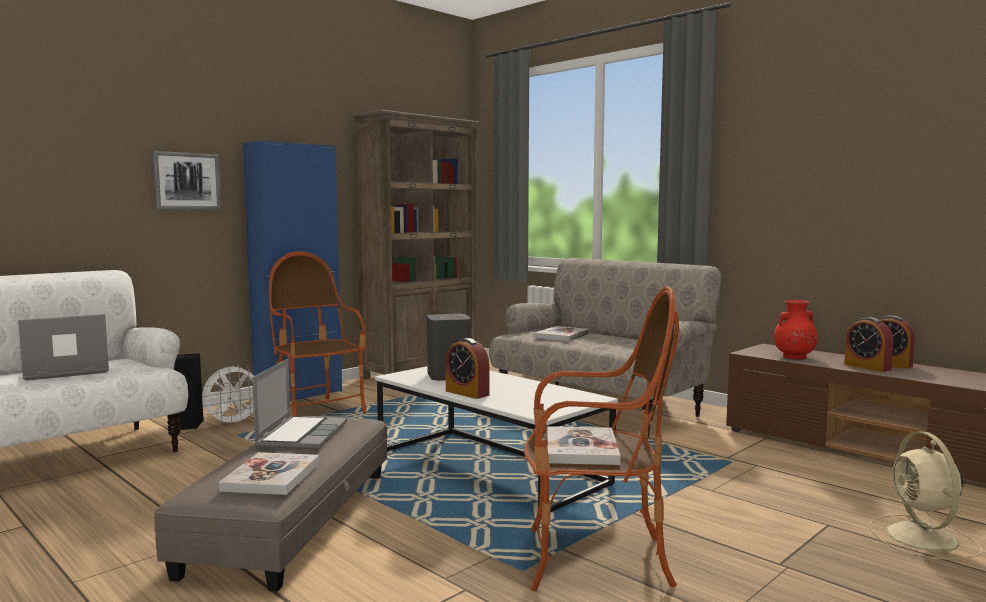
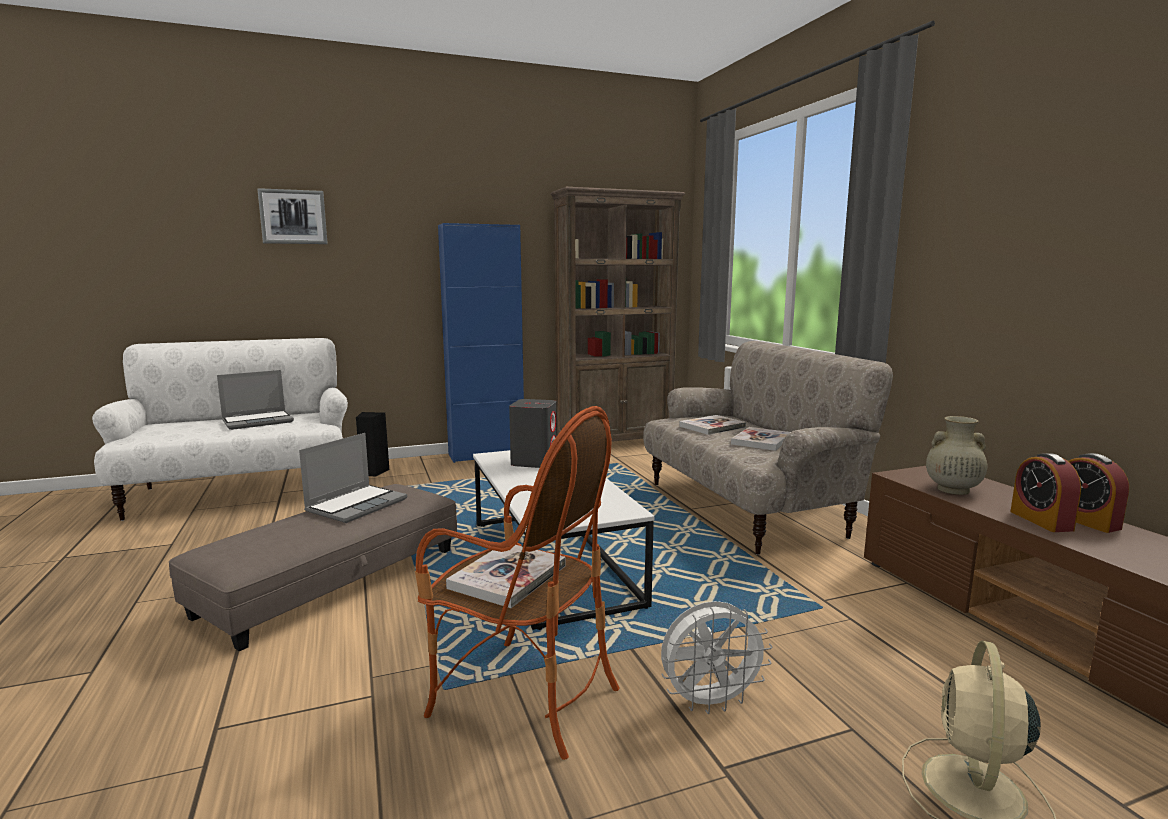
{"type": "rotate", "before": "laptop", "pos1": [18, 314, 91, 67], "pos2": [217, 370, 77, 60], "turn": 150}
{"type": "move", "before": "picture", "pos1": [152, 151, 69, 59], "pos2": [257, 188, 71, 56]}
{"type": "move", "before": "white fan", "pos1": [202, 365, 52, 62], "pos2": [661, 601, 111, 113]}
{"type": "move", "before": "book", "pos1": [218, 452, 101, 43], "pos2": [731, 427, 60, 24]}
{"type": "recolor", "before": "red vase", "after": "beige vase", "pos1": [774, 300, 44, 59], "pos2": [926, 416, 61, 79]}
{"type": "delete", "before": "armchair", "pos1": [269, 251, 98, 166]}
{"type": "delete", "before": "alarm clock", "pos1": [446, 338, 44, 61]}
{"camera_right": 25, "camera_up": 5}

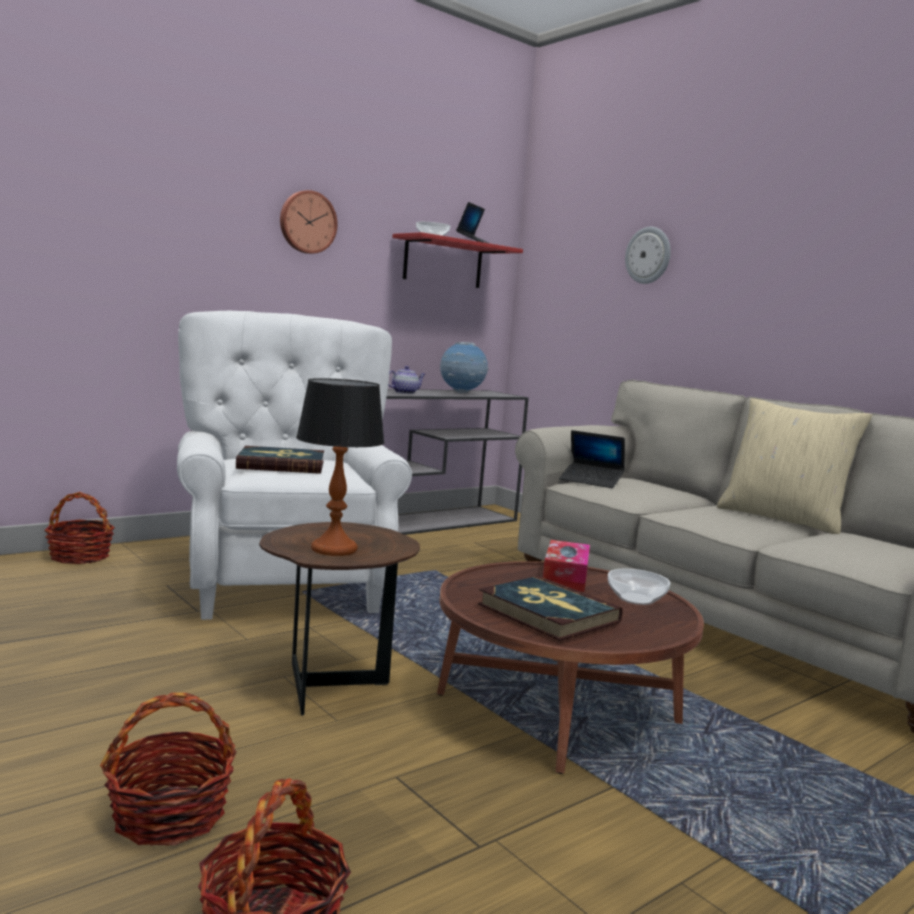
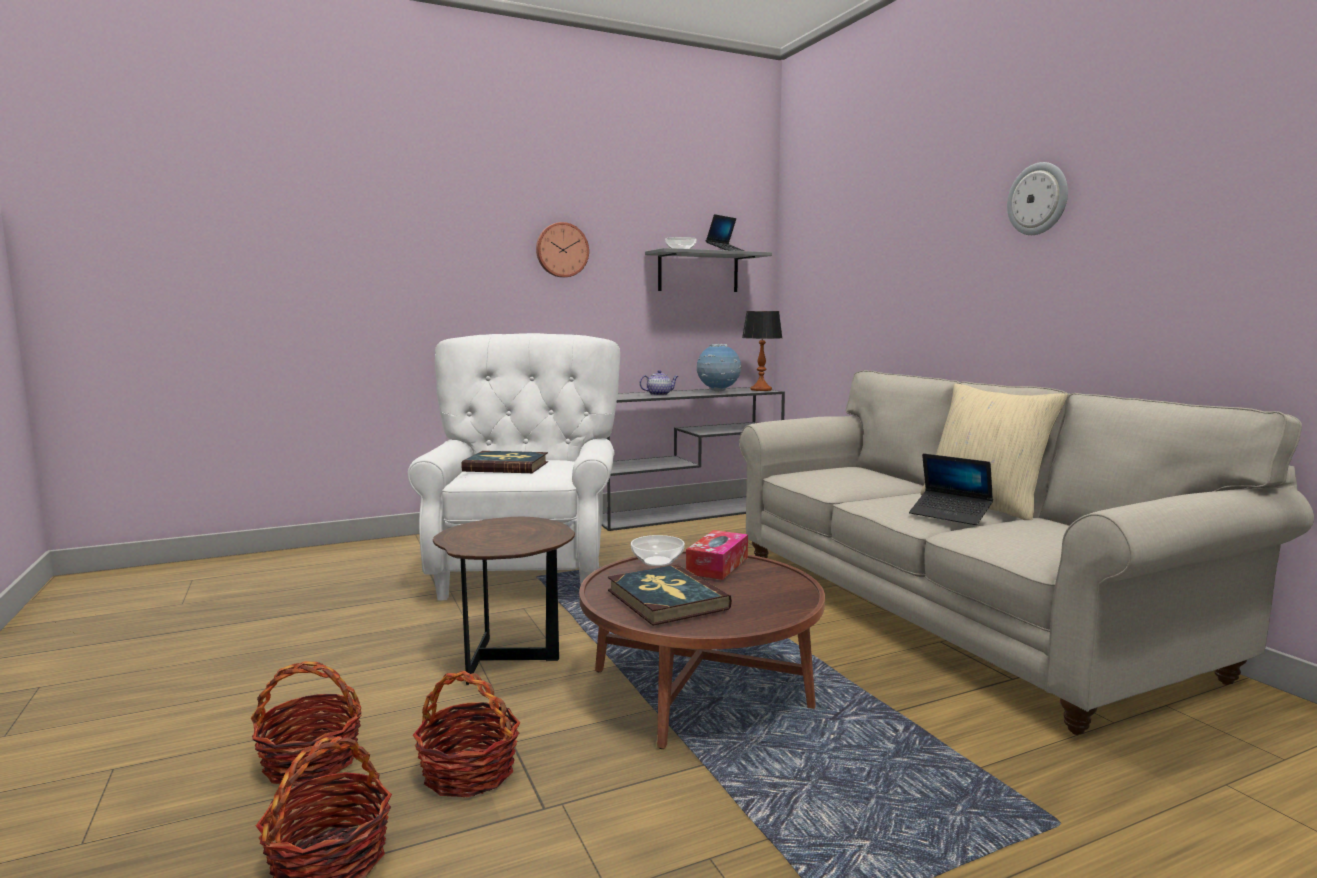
{"type": "move", "before": "basket", "pos1": [45, 492, 70, 72], "pos2": [413, 670, 108, 127]}
{"type": "move", "before": "bowl", "pos1": [608, 569, 62, 36], "pos2": [631, 535, 54, 31]}
{"type": "recolor", "before": "red shelf", "after": "grey shelf", "pos1": [392, 232, 131, 56], "pos2": [645, 248, 127, 44]}
{"type": "move", "before": "table lamp", "pos1": [296, 378, 89, 178], "pos2": [742, 311, 40, 80]}
{"type": "move", "before": "laptop", "pos1": [559, 430, 66, 58], "pos2": [909, 453, 84, 72]}
{"type": "move", "before": "wall clock", "pos1": [625, 227, 46, 57], "pos2": [1007, 162, 61, 73]}
{"camera_right": 15, "camera_up": 0}

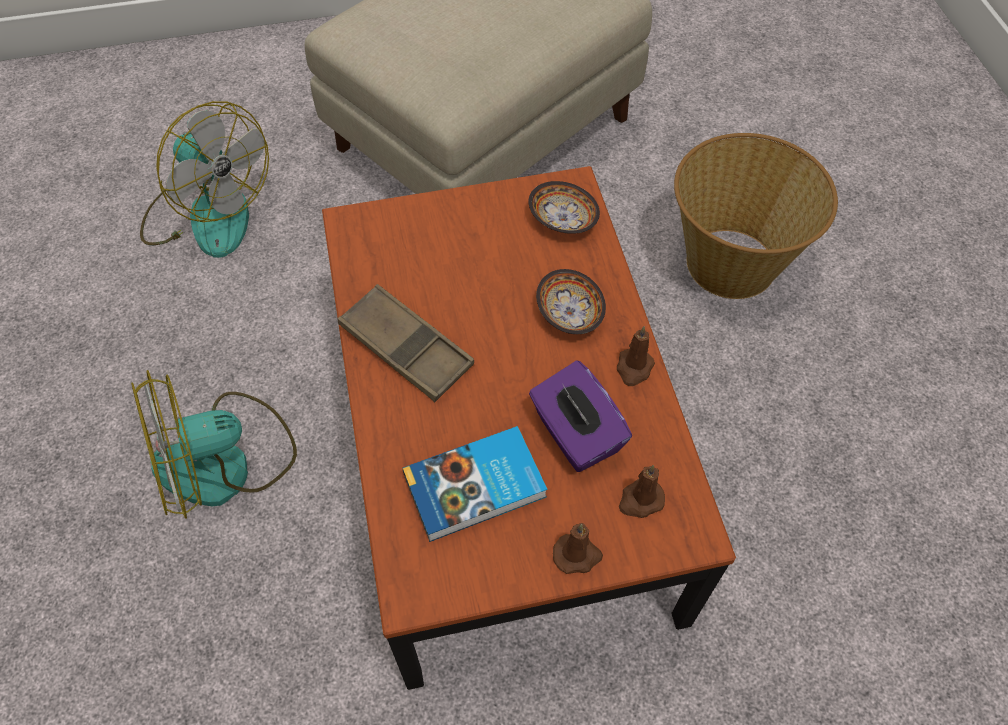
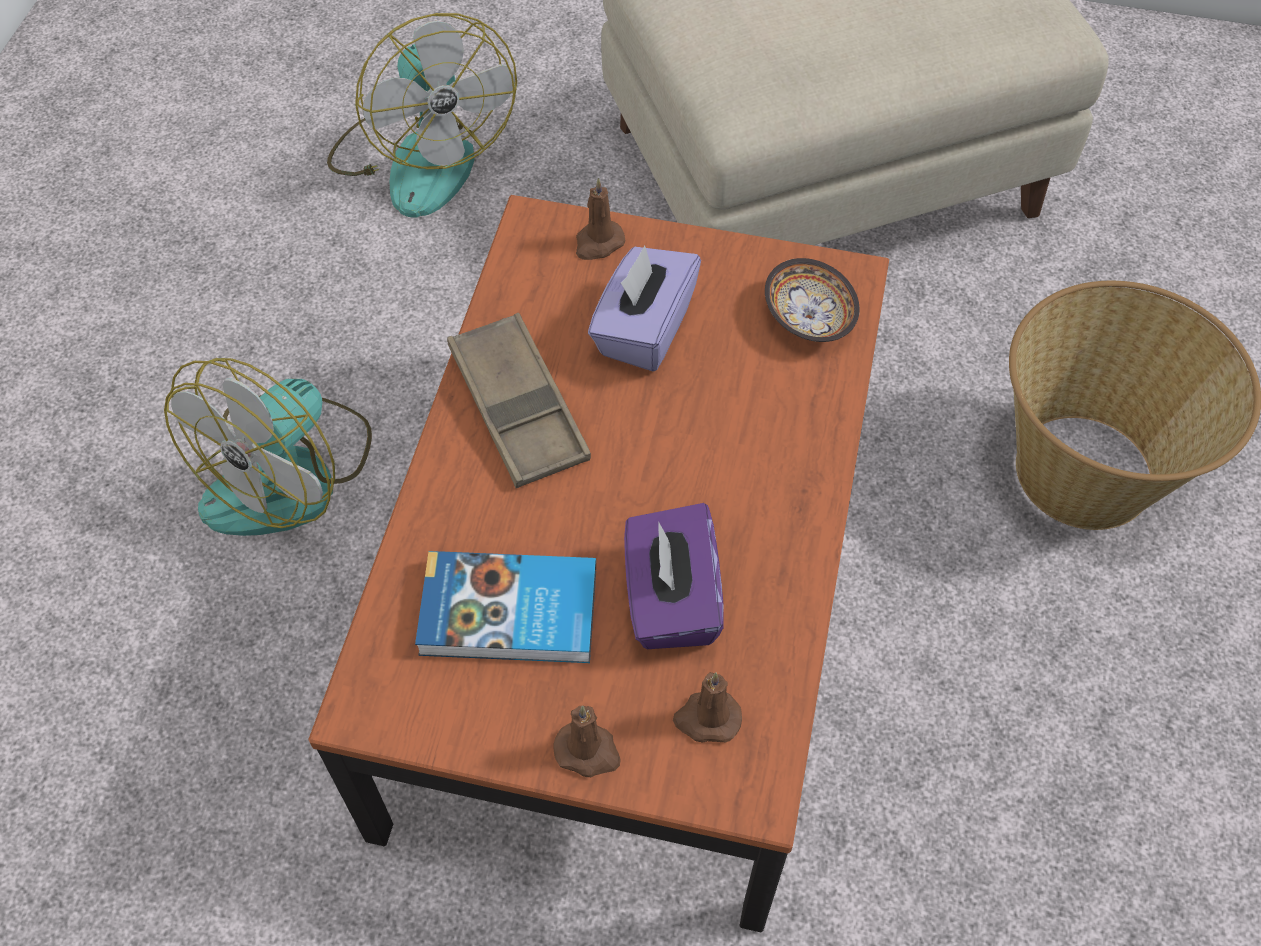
{"type": "rotate", "before": "fan", "pos1": [131, 370, 166, 149], "pos2": [164, 358, 208, 178], "turn": -60}
{"type": "move", "before": "brown candle", "pos1": [617, 326, 38, 60], "pos2": [576, 178, 49, 82]}
{"type": "insert", "after": "purple tissue box", "pos2": [588, 245, 113, 126]}
{"type": "delete", "before": "bowl", "pos1": [536, 269, 70, 65]}
{"camera_right": 25, "camera_up": 0}

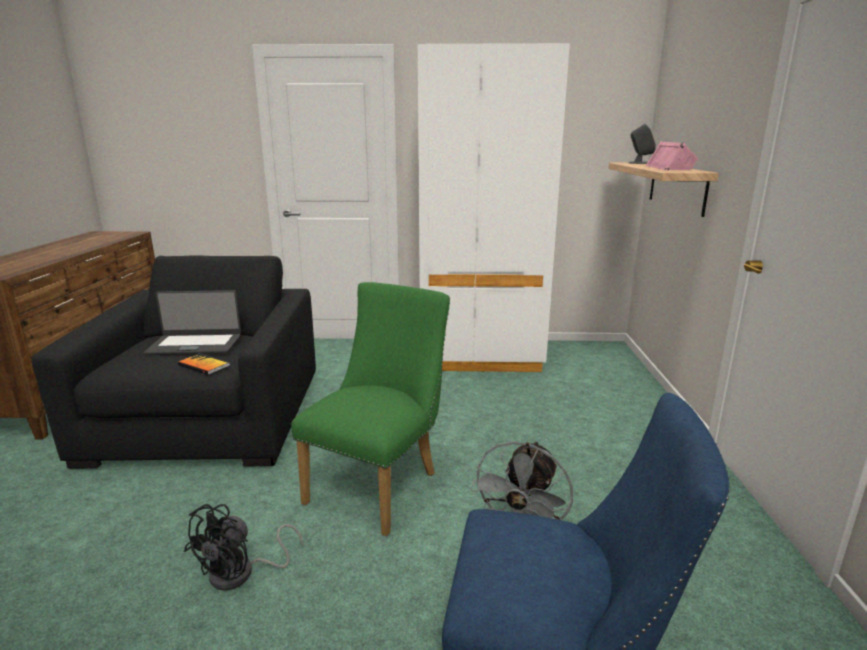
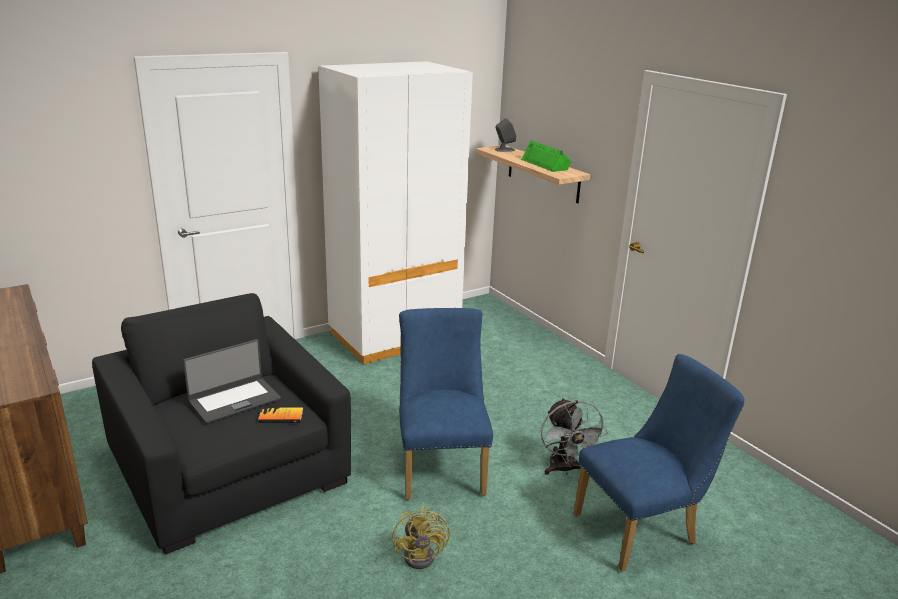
{"type": "recolor", "before": "black fan", "after": "yellow fan", "pos1": [184, 504, 119, 87], "pos2": [392, 506, 58, 63]}
{"type": "recolor", "before": "green chair", "after": "blue chair", "pos1": [291, 282, 159, 254], "pos2": [399, 308, 94, 191]}
{"type": "recolor", "before": "pink speaker", "after": "green speaker", "pos1": [645, 141, 53, 29], "pos2": [521, 140, 51, 32]}
{"camera_right": -35, "camera_up": 5}

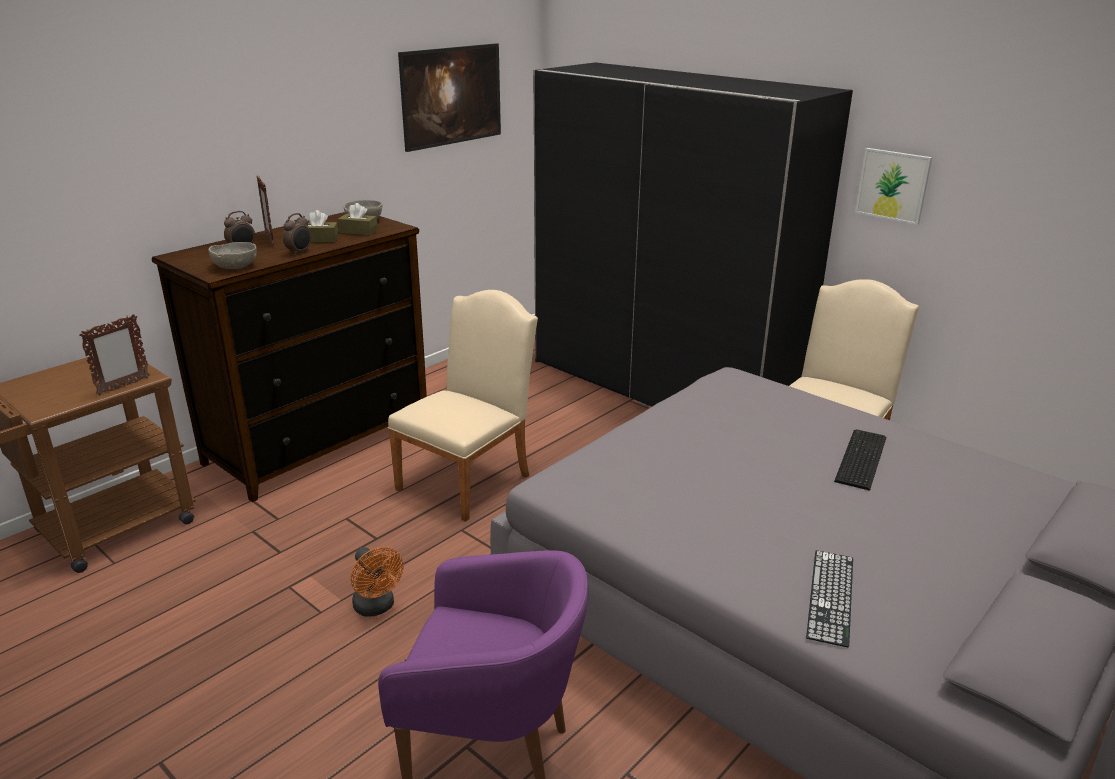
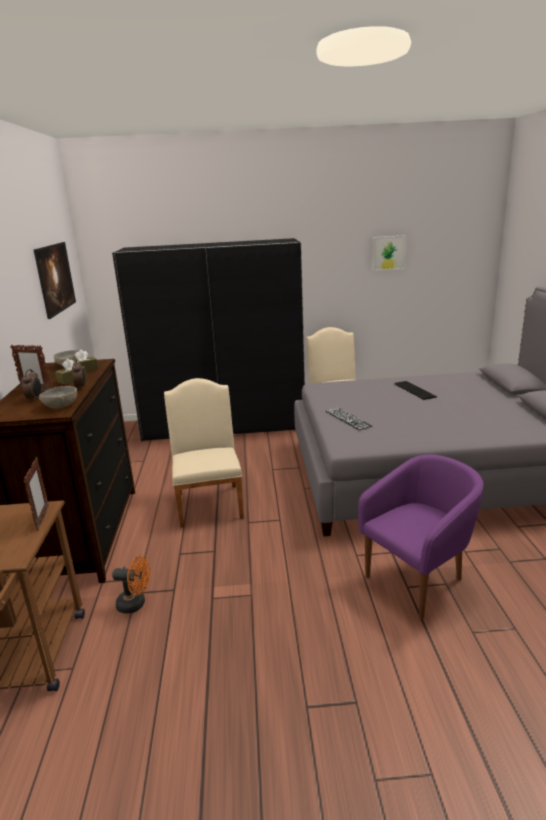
{"type": "move", "before": "orange fan", "pos1": [351, 547, 53, 69], "pos2": [112, 556, 38, 57]}
{"type": "move", "before": "keyboard", "pos1": [806, 550, 47, 97], "pos2": [326, 408, 46, 22]}
{"type": "move", "before": "picture", "pos1": [855, 148, 77, 77], "pos2": [372, 235, 34, 36]}
{"camera_right": -45, "camera_up": -5}

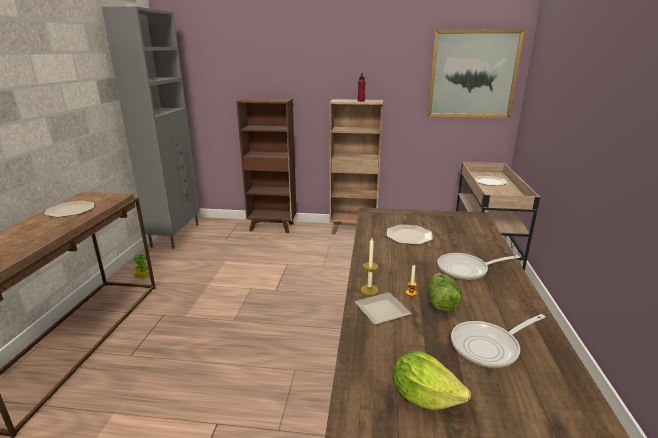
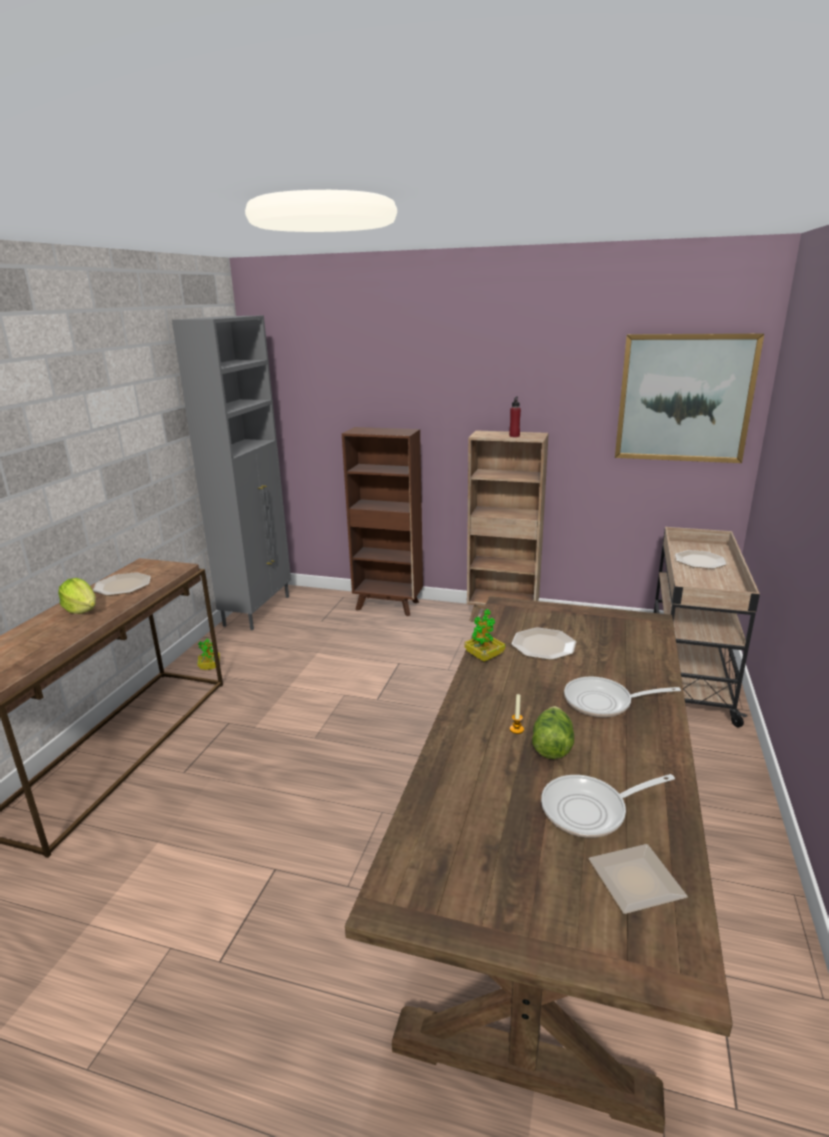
{"type": "move", "before": "lettuce", "pos1": [393, 351, 78, 59], "pos2": [58, 578, 38, 36]}
{"type": "insert", "after": "potted plant", "pos2": [465, 609, 40, 53]}
{"type": "move", "before": "plate", "pos1": [354, 292, 58, 33], "pos2": [589, 844, 99, 70]}
{"type": "delete", "before": "candle", "pos1": [361, 238, 18, 57]}
{"camera_right": 10, "camera_up": 0}

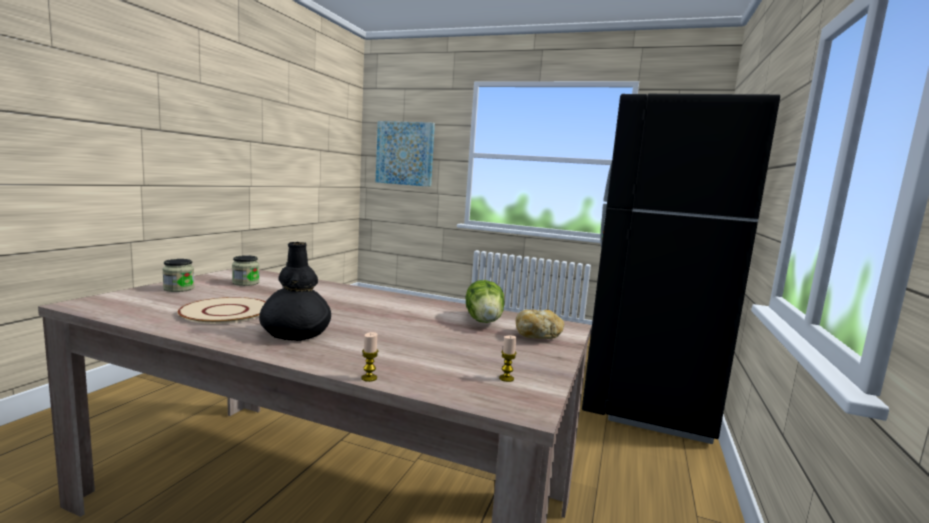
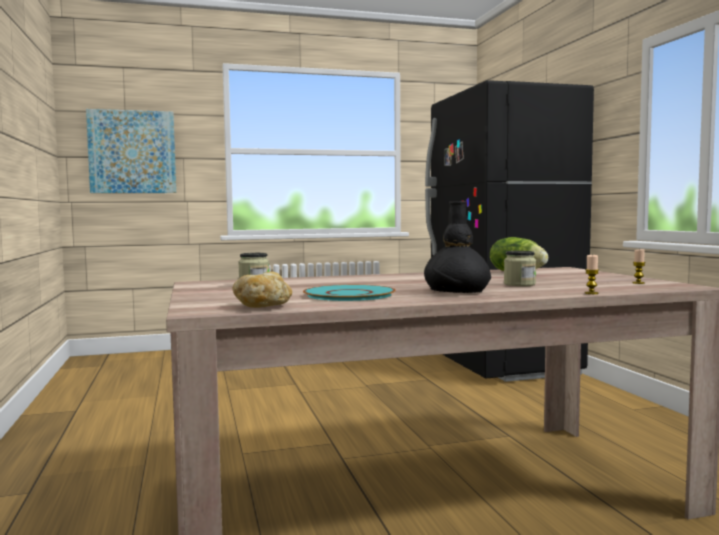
{"type": "move", "before": "bread", "pos1": [516, 310, 48, 29], "pos2": [233, 272, 59, 36]}
{"type": "recolor", "before": "beige plate", "after": "turquoise plate", "pos1": [178, 297, 88, 27], "pos2": [303, 285, 93, 16]}
{"type": "move", "before": "jar", "pos1": [162, 259, 33, 33], "pos2": [504, 251, 32, 35]}
{"camera_right": -35, "camera_up": -5}

